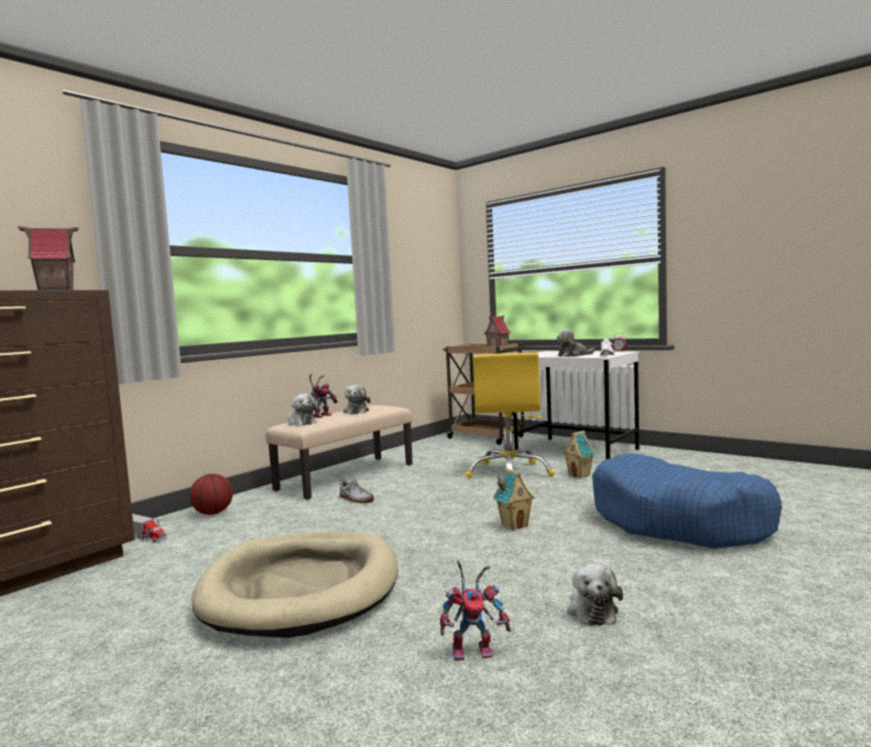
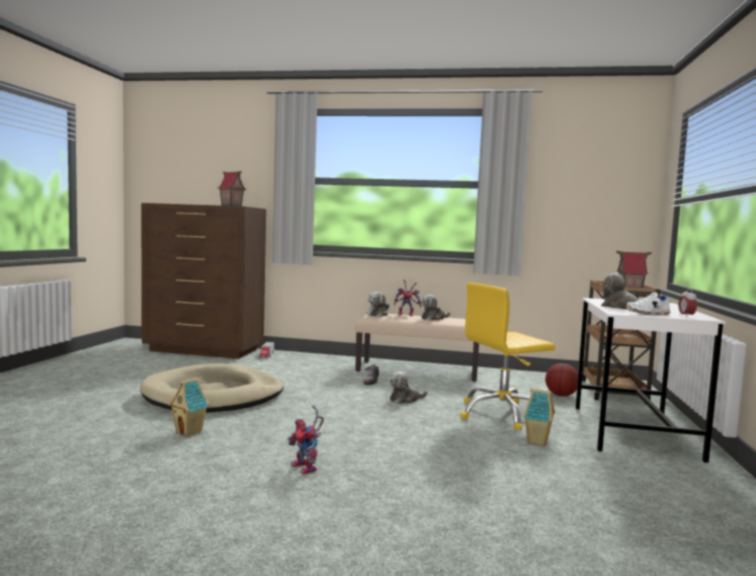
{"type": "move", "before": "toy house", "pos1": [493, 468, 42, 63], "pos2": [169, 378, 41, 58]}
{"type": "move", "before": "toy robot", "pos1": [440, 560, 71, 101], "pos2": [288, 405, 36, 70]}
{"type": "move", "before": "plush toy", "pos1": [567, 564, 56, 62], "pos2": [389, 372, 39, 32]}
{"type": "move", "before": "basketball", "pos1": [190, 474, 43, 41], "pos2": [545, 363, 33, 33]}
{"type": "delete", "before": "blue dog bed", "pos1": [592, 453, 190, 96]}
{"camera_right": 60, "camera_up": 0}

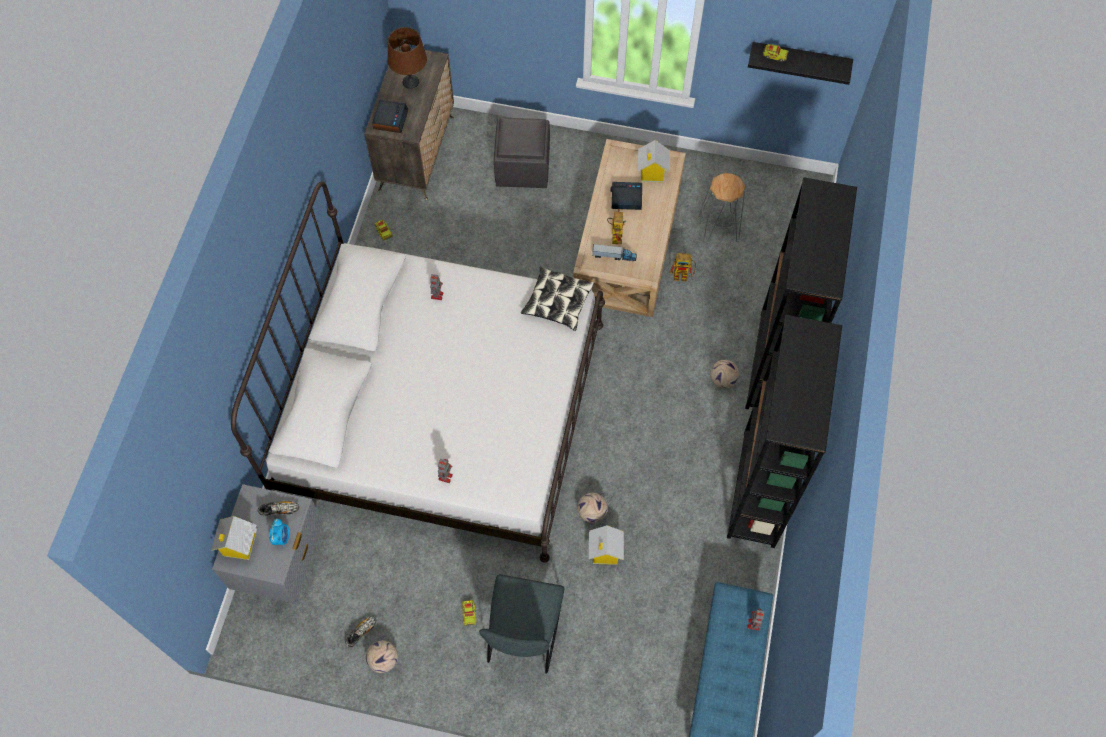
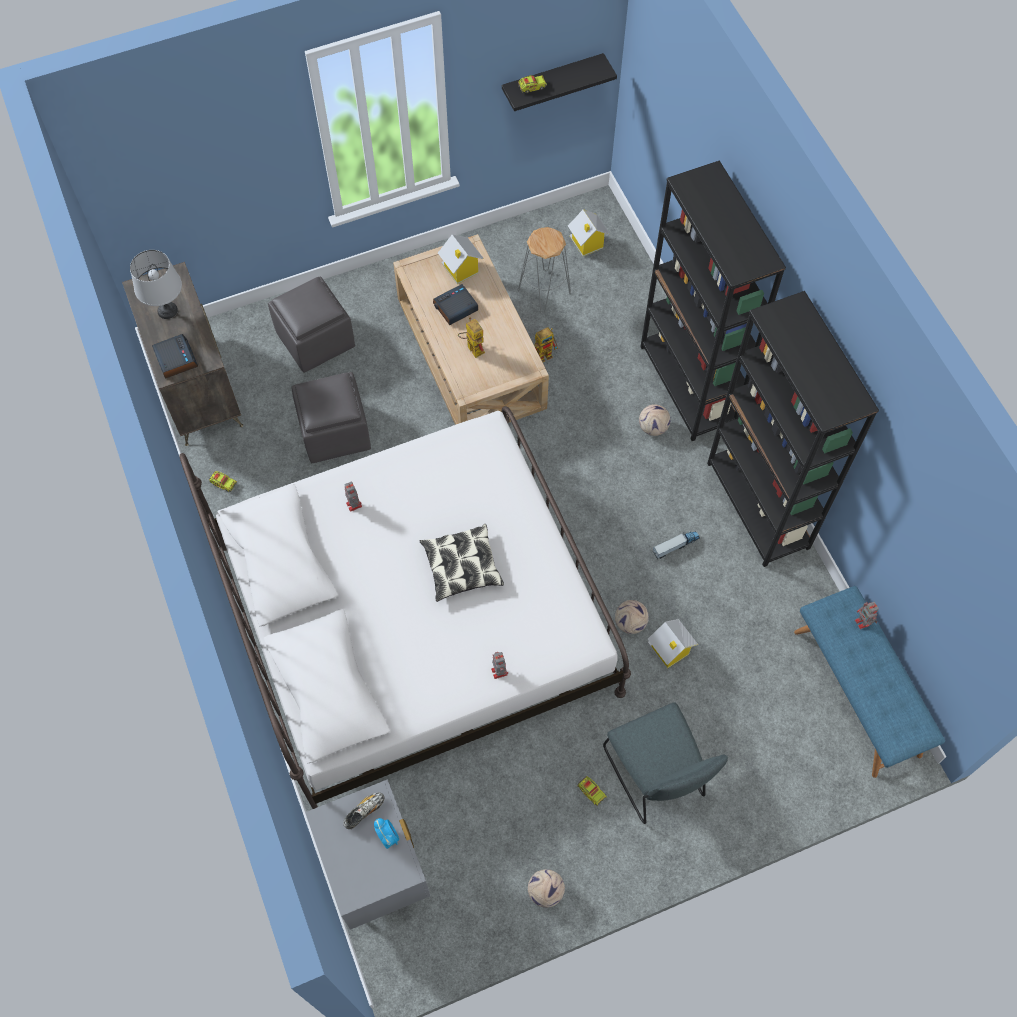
{"type": "recolor", "before": "brown table lamp", "after": "grey table lamp", "pos1": [388, 27, 39, 62], "pos2": [130, 250, 52, 69]}
{"type": "insert", "after": "grey ottoman", "pos2": [291, 372, 80, 91]}
{"type": "move", "before": "pillow", "pos1": [521, 266, 73, 65], "pos2": [420, 524, 84, 78]}
{"type": "move", "before": "toy house", "pos1": [211, 516, 47, 44], "pos2": [568, 209, 42, 47]}
{"type": "move", "before": "toy truck", "pos1": [592, 244, 45, 17], "pos2": [653, 531, 47, 28]}
{"type": "delete", "before": "shoe", "pos1": [345, 616, 31, 32]}
{"camera_right": -35, "camera_up": 0}

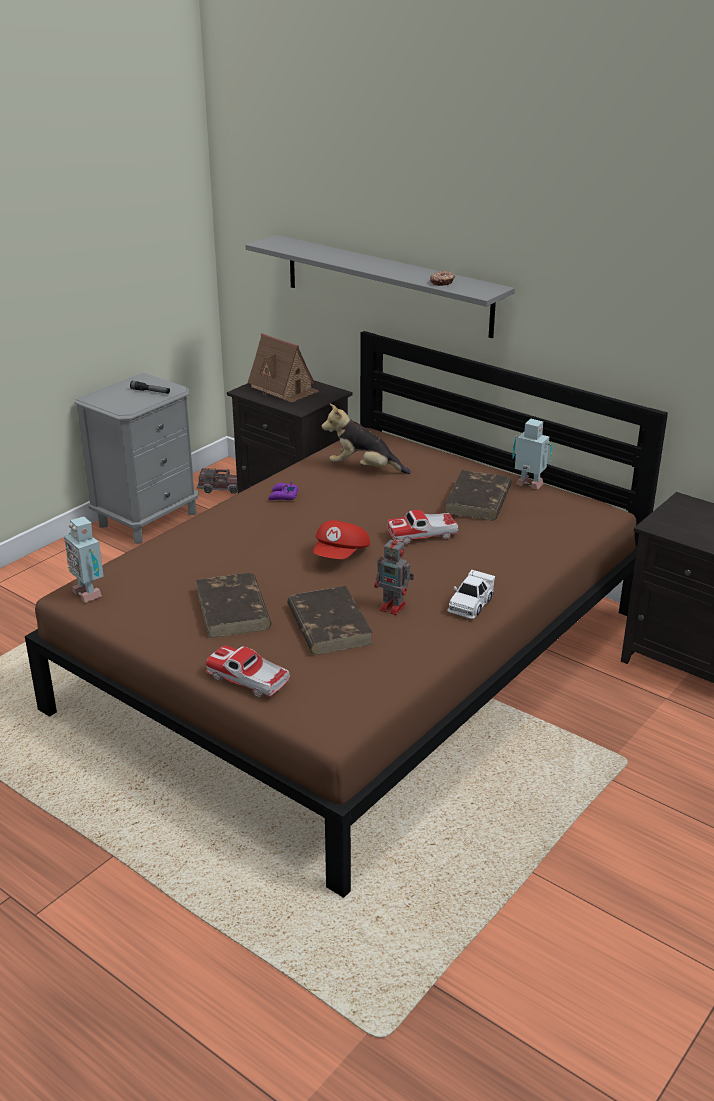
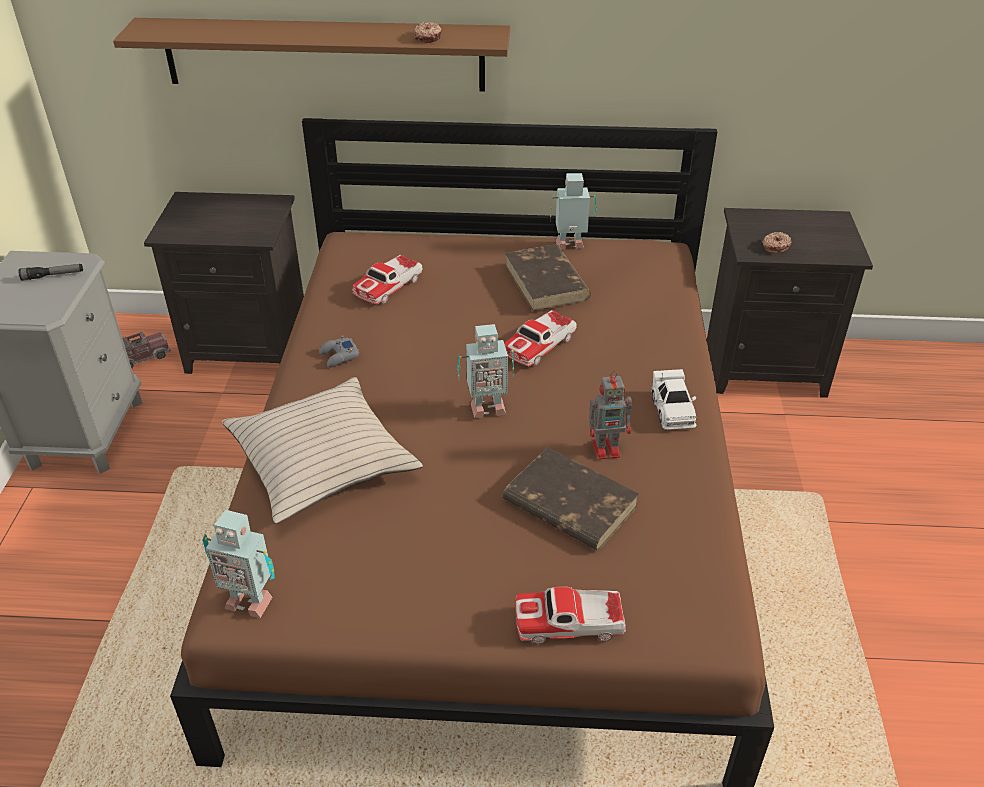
{"type": "recolor", "before": "grey shelf", "after": "brown shelf", "pos1": [245, 235, 270, 103], "pos2": [113, 18, 397, 74]}
{"type": "insert", "after": "beige pillow", "pos2": [222, 377, 201, 147]}
{"type": "recolor", "before": "purple game controller", "after": "grey game controller", "pos1": [268, 482, 31, 18], "pos2": [319, 335, 41, 33]}
{"type": "replace", "before": "plush toy", "after": "toy car", "pos1": [322, 404, 89, 70], "pos2": [352, 255, 71, 49]}
{"type": "replace", "before": "red cap", "after": "toy robot", "pos1": [313, 520, 57, 39], "pos2": [457, 324, 57, 94]}
{"type": "insert", "after": "donut", "pos2": [762, 232, 30, 22]}
{"type": "delete", "before": "brown book", "pos1": [196, 573, 75, 65]}
{"type": "delete", "before": "toy house", "pos1": [247, 333, 72, 70]}
{"camera_right": -35, "camera_up": 10}

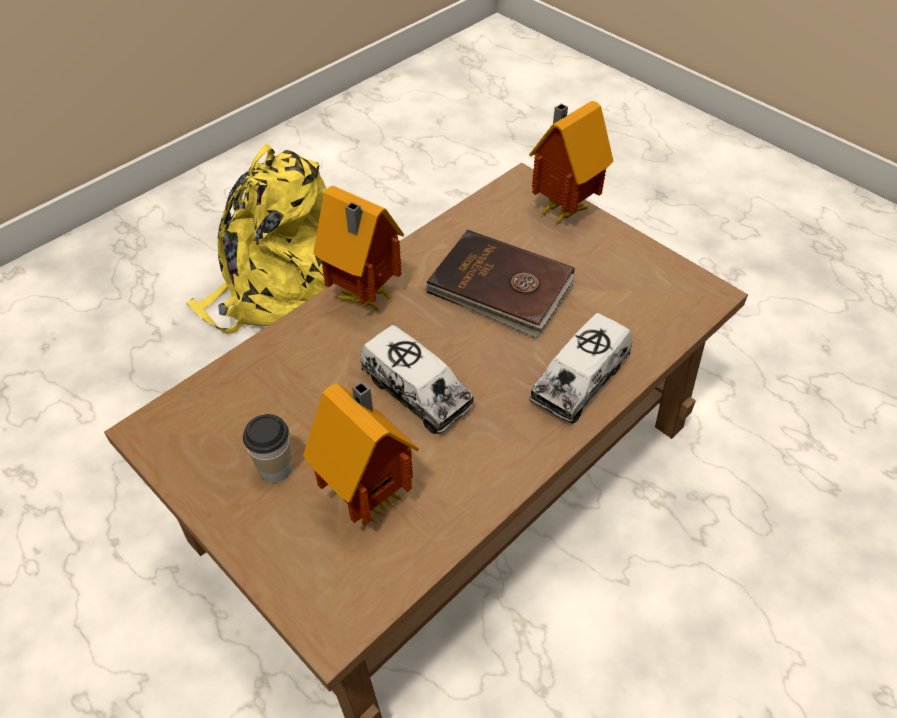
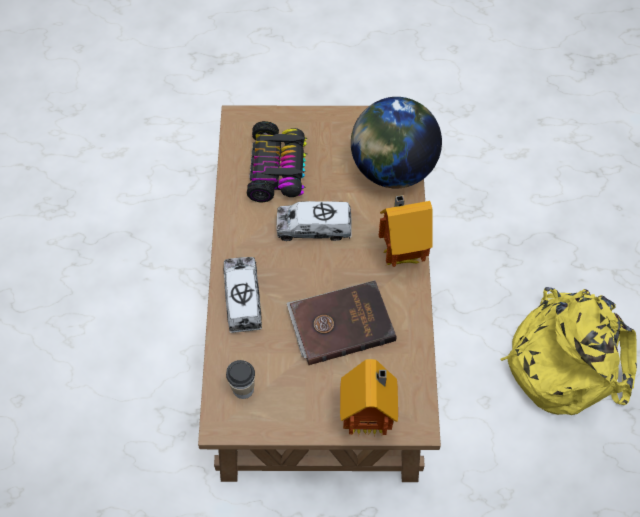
{"type": "move", "before": "cup", "pos1": [243, 414, 49, 69], "pos2": [226, 360, 29, 39]}
{"type": "replace", "before": "toy house", "after": "toy car", "pos1": [303, 381, 116, 147], "pos2": [247, 121, 60, 81]}
{"type": "insert", "after": "globe", "pos2": [351, 97, 91, 92]}
{"camera_right": 135, "camera_up": 10}

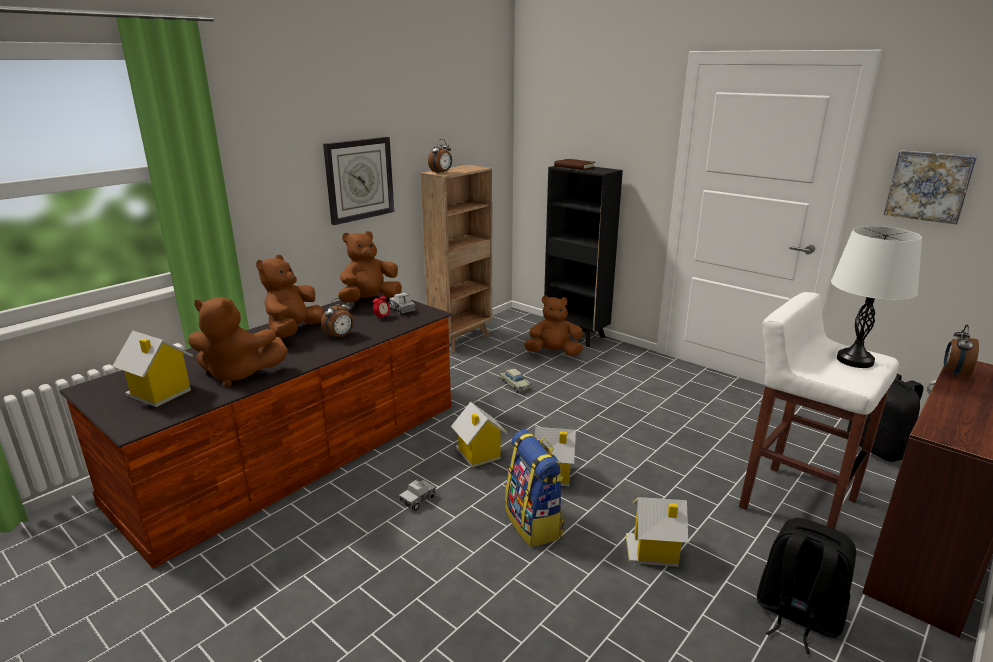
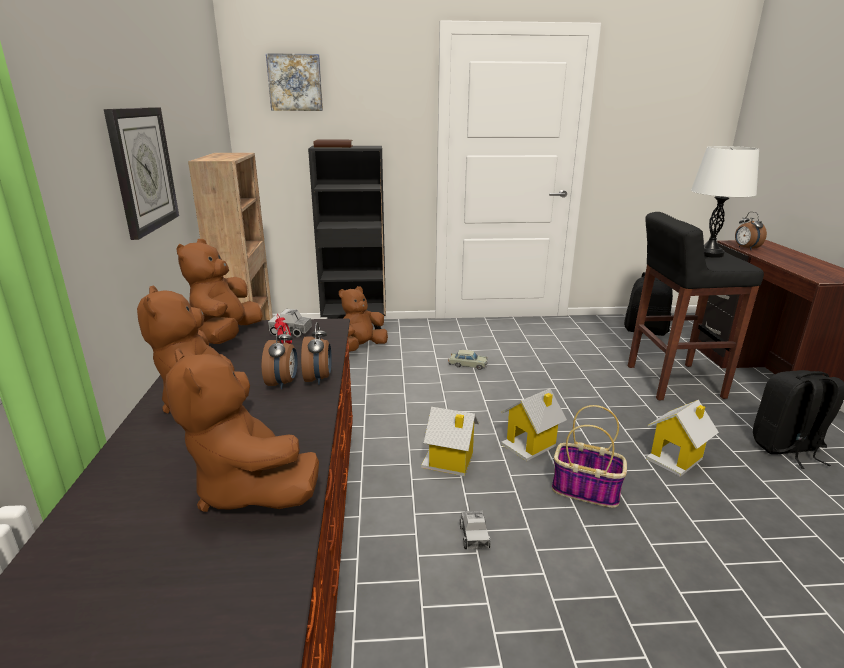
{"type": "rotate", "before": "brown plush toy", "pos1": [188, 297, 100, 90], "pos2": [165, 348, 154, 164], "turn": 90}
{"type": "move", "before": "picture", "pos1": [884, 150, 93, 74], "pos2": [266, 53, 57, 58]}
{"type": "move", "before": "alarm clock", "pos1": [428, 139, 24, 35], "pos2": [301, 322, 31, 63]}
{"type": "move", "before": "beige toy car", "pos1": [500, 369, 32, 23], "pos2": [448, 350, 40, 20]}
{"type": "replace", "before": "backpack", "after": "basket", "pos1": [505, 430, 59, 117], "pos2": [552, 405, 75, 103]}
{"type": "recolor", "before": "white stool", "after": "black stool", "pos1": [739, 292, 160, 237], "pos2": [628, 212, 136, 188]}
{"type": "delete", "before": "toy house", "pos1": [113, 330, 80, 77]}
{"camera_right": -45, "camera_up": 0}

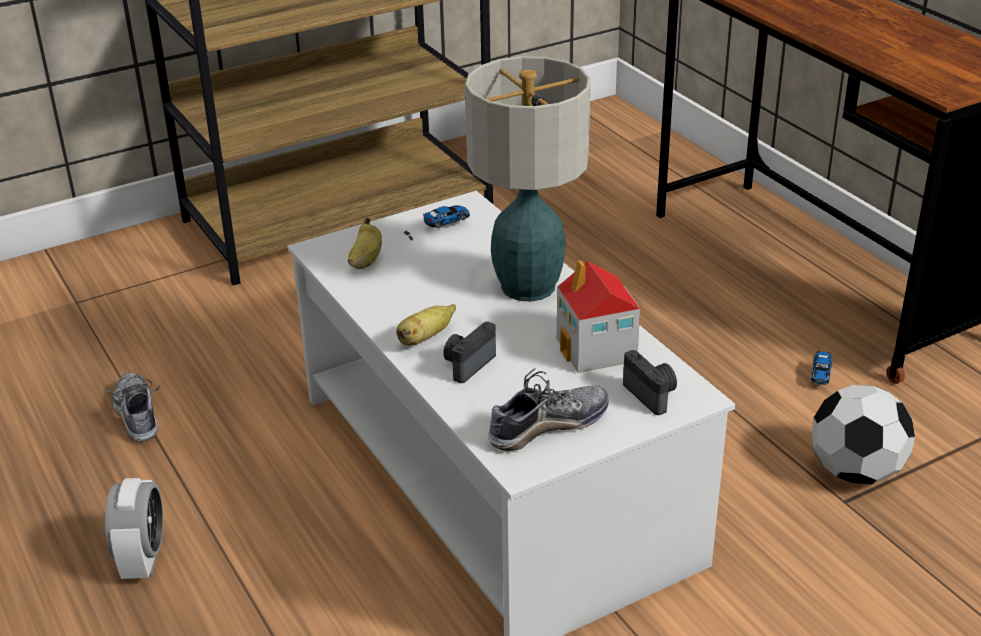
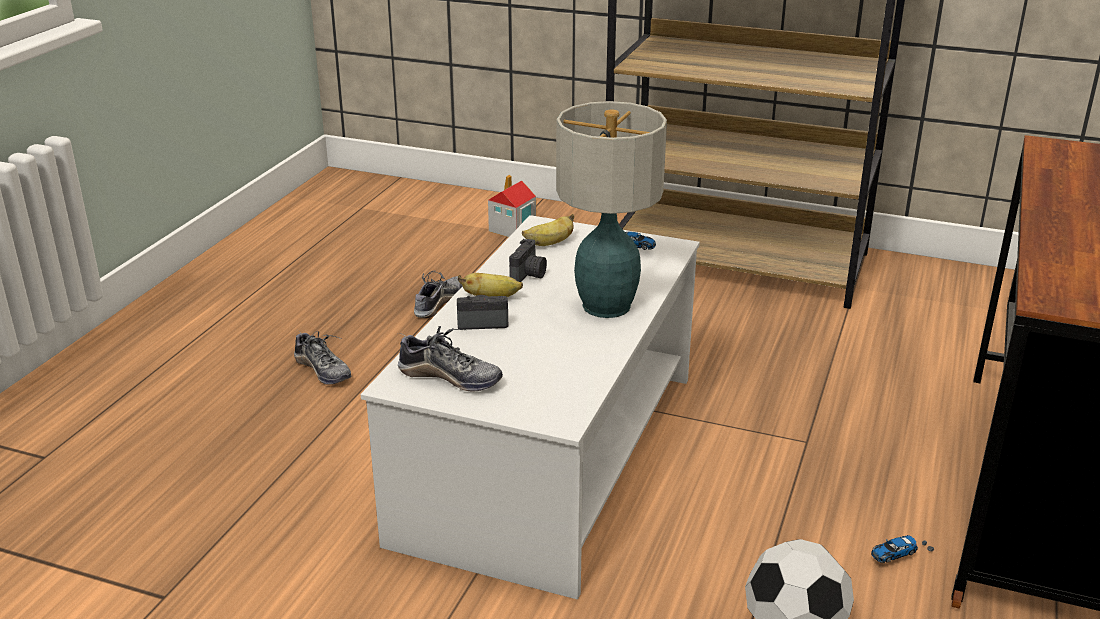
{"type": "replace", "before": "alarm clock", "after": "shoe", "pos1": [105, 478, 58, 101], "pos2": [294, 330, 57, 55]}
{"type": "move", "before": "toy house", "pos1": [557, 260, 83, 113], "pos2": [488, 175, 48, 62]}
{"type": "move", "before": "photo camera", "pos1": [623, 350, 54, 65], "pos2": [509, 239, 38, 43]}
{"camera_right": 50, "camera_up": -5}

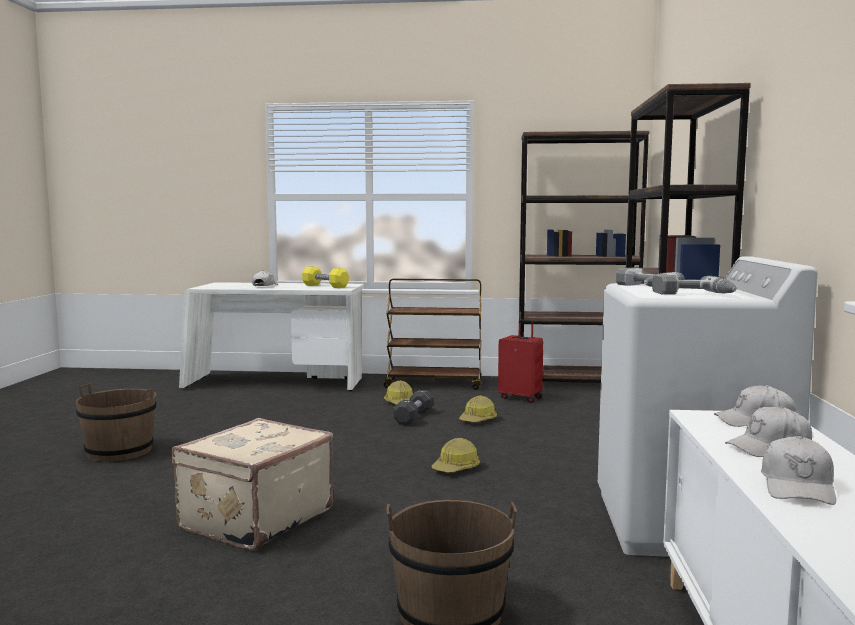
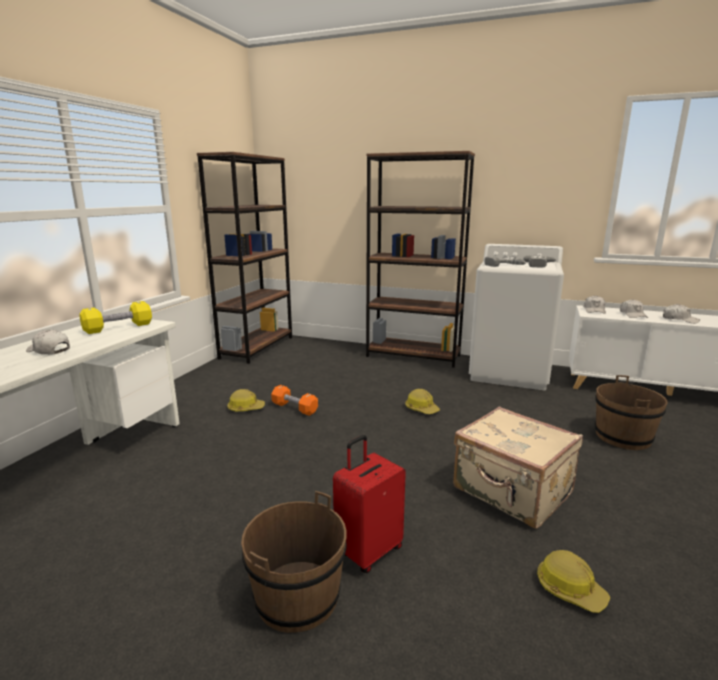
{"type": "recolor", "before": "black dumbbell", "after": "orange dumbbell", "pos1": [393, 390, 40, 35], "pos2": [271, 385, 47, 31]}
{"type": "move", "before": "red suitcase", "pos1": [498, 319, 45, 84], "pos2": [333, 435, 73, 138]}
{"type": "move", "before": "hard hat", "pos1": [459, 396, 38, 26], "pos2": [537, 550, 74, 63]}
{"type": "delete", "before": "brown cart", "pos1": [384, 279, 98, 111]}
{"camera_right": -75, "camera_up": 10}

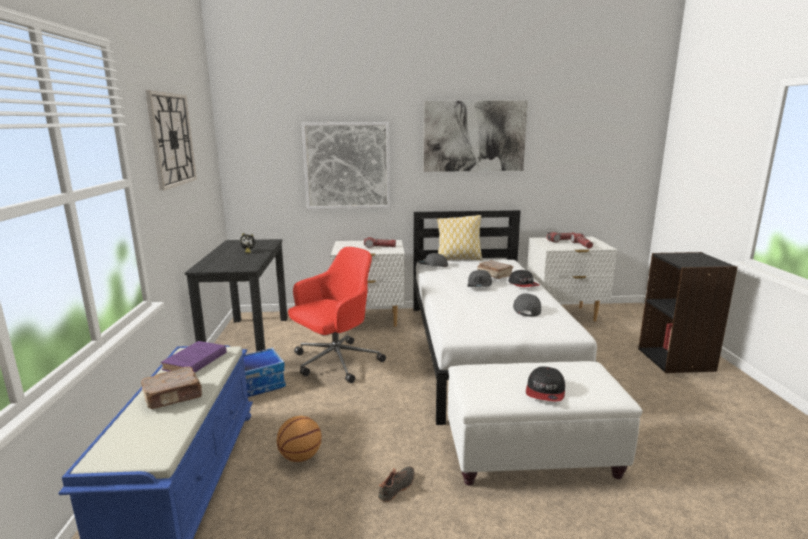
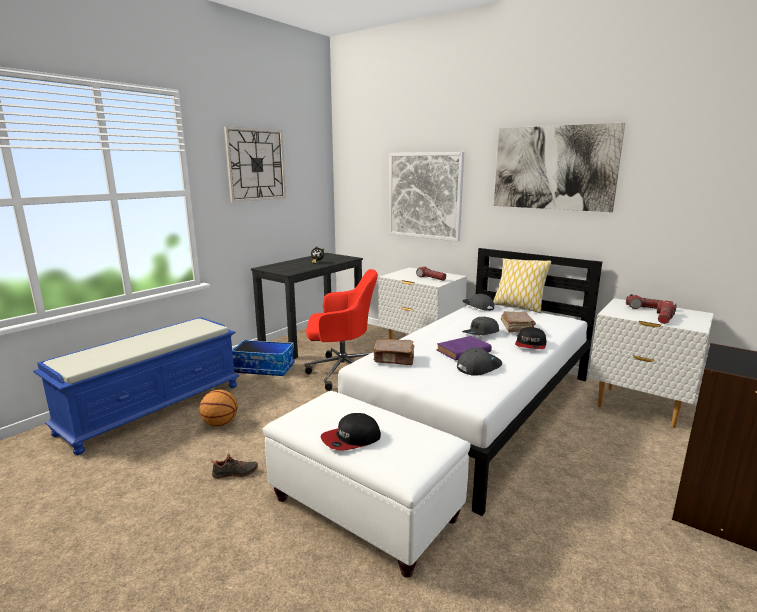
{"type": "move", "before": "brown book", "pos1": [141, 367, 61, 42], "pos2": [373, 339, 41, 26]}
{"type": "move", "before": "purple book", "pos1": [160, 341, 67, 31], "pos2": [437, 336, 55, 25]}
{"camera_right": 40, "camera_up": 0}

